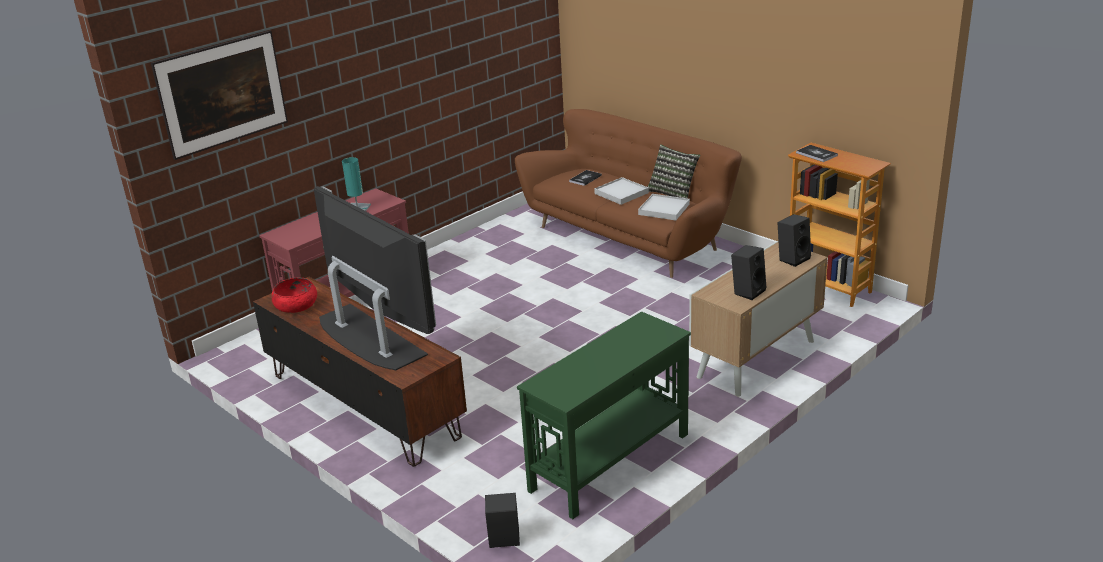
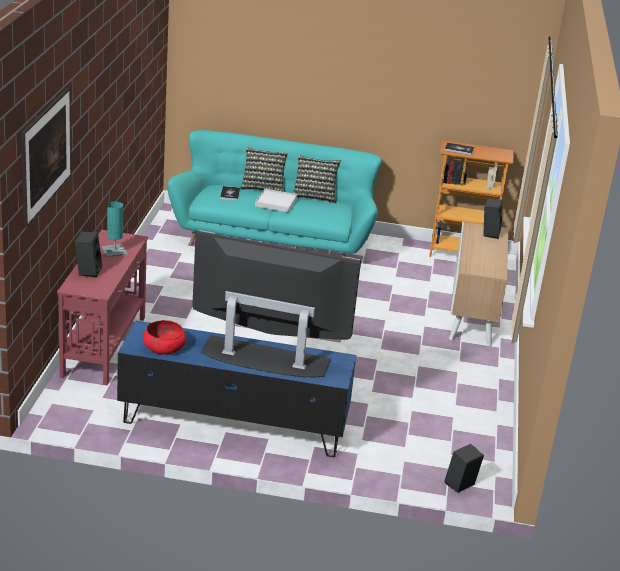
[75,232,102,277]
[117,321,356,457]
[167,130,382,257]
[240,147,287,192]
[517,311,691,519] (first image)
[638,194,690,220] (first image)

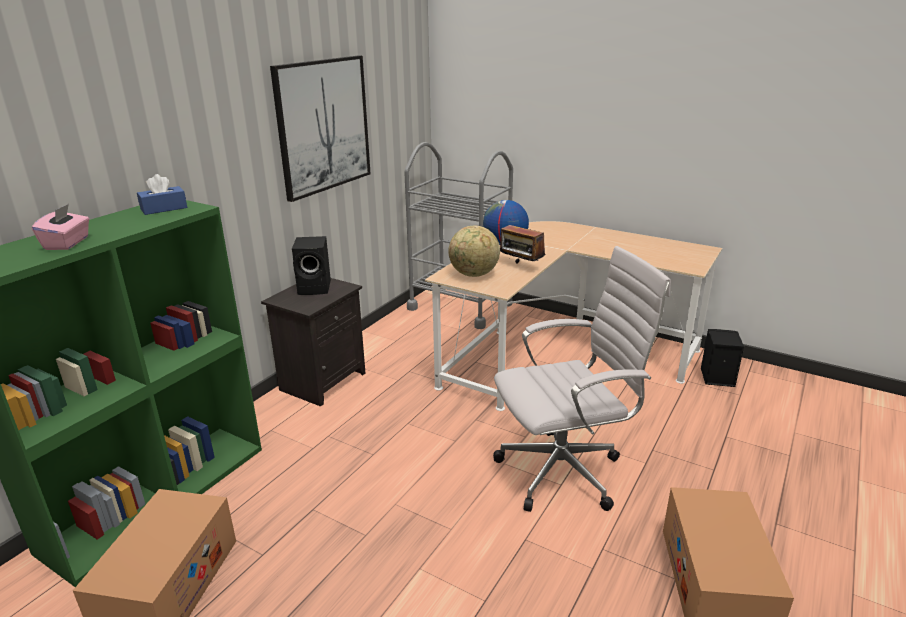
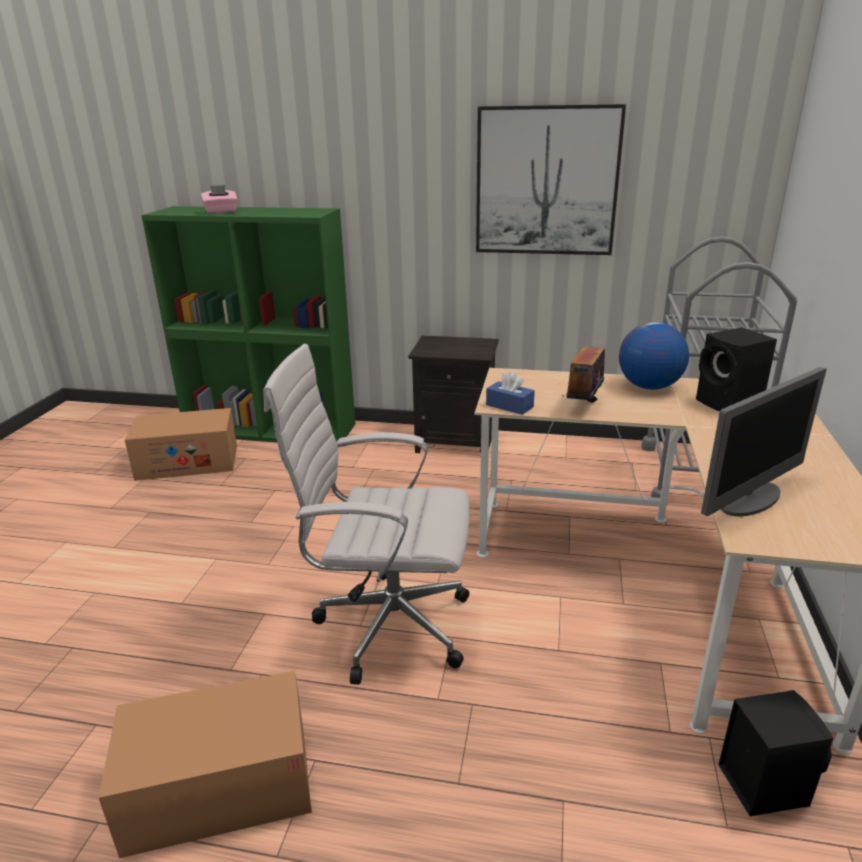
[263,344,470,685]
[486,372,535,415]
[696,327,777,412]
[701,367,827,516]
[449,226,500,277] (first image)

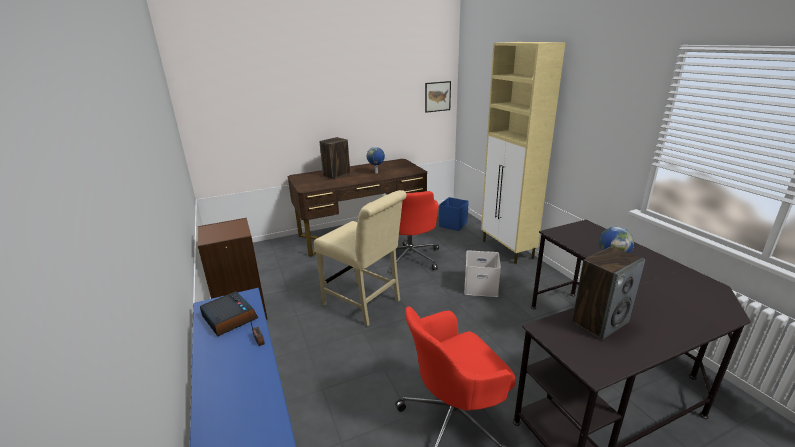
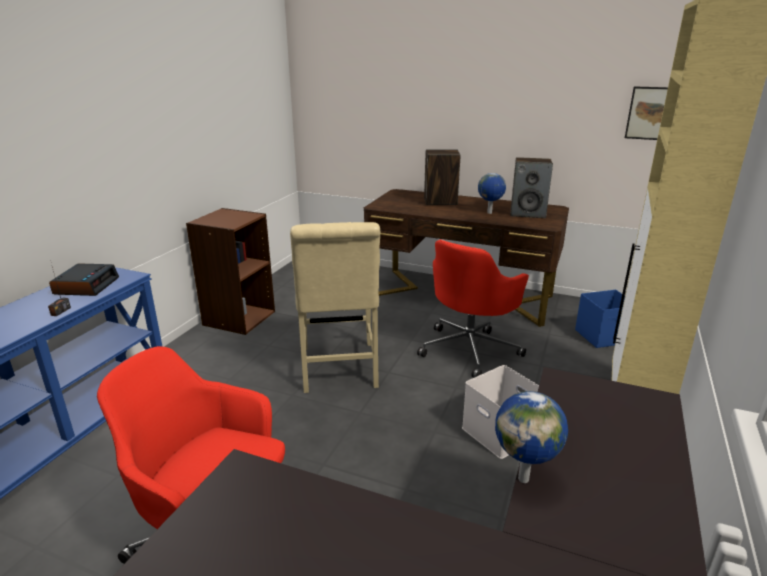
[510,157,553,218]

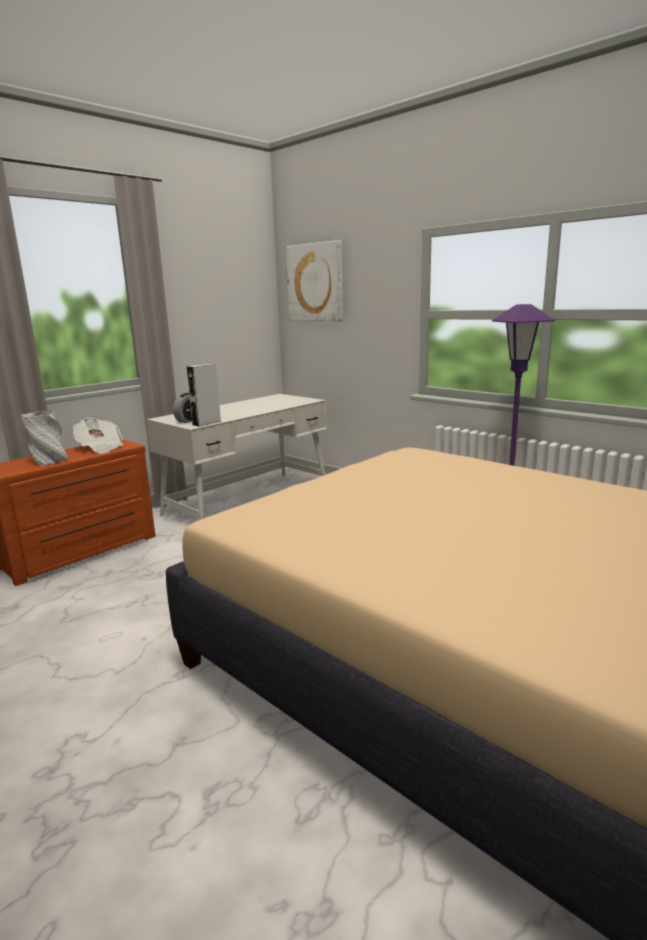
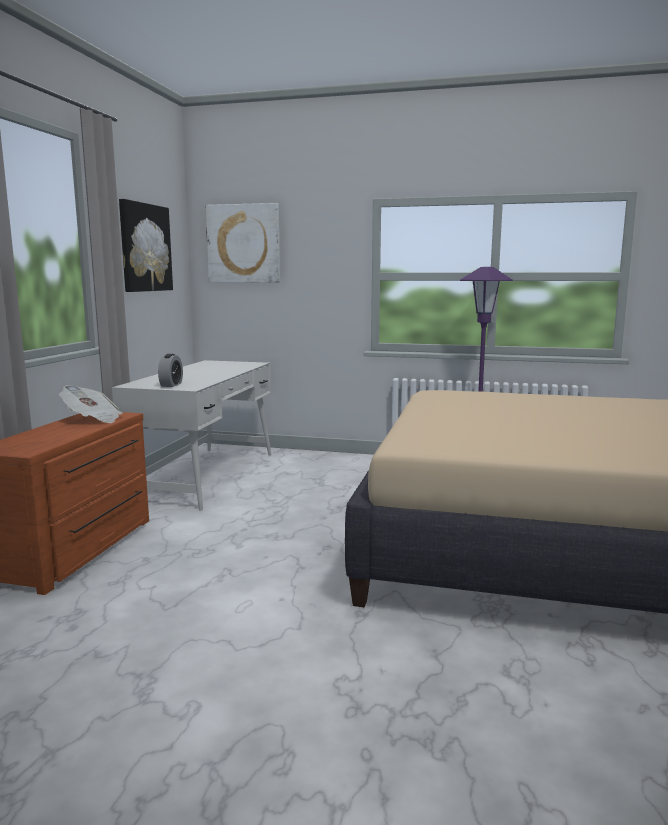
[119,199,173,292]
[21,411,69,466] (first image)
[187,363,221,427] (first image)

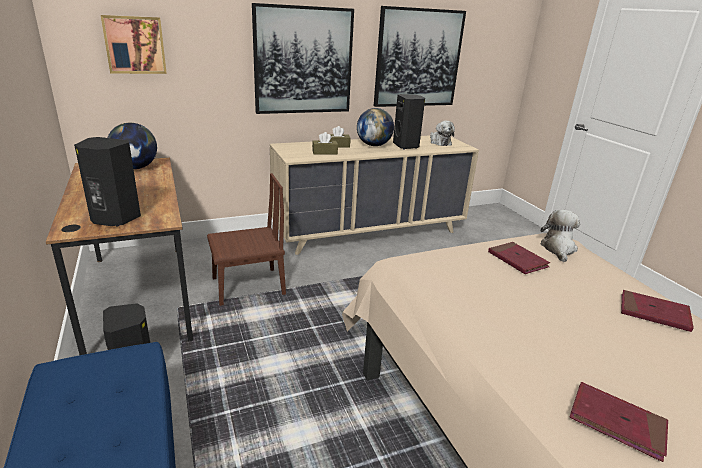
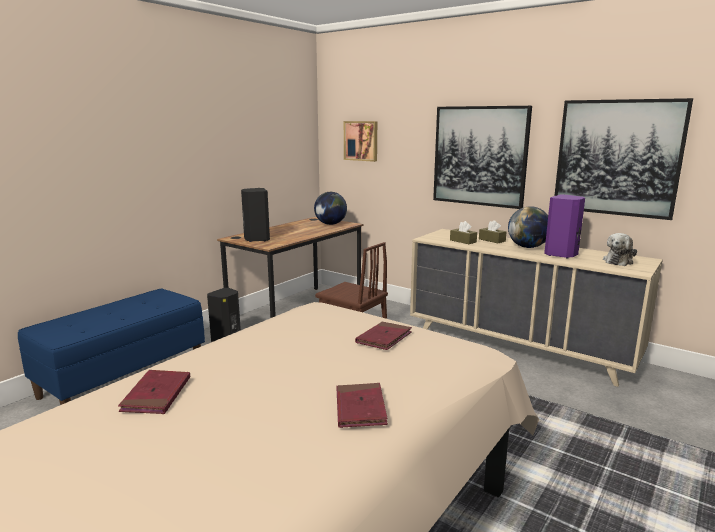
[544,195,585,258]
[541,210,580,262] (first image)

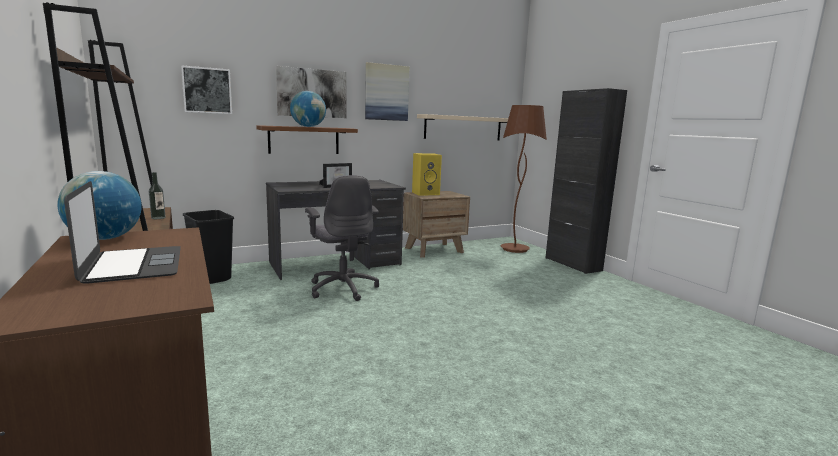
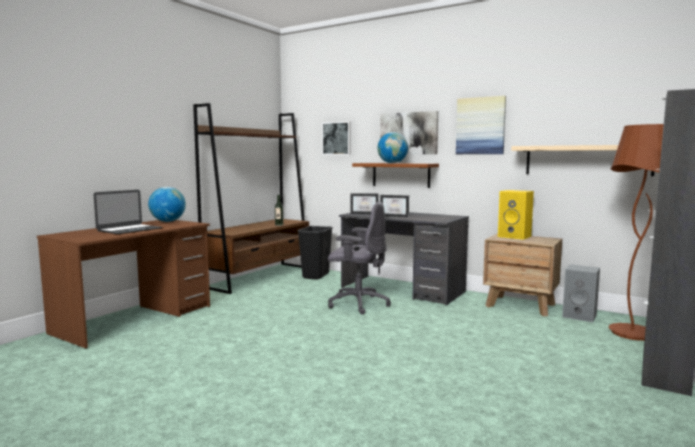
[328,201,391,315]
[351,193,379,214]
[562,264,600,322]

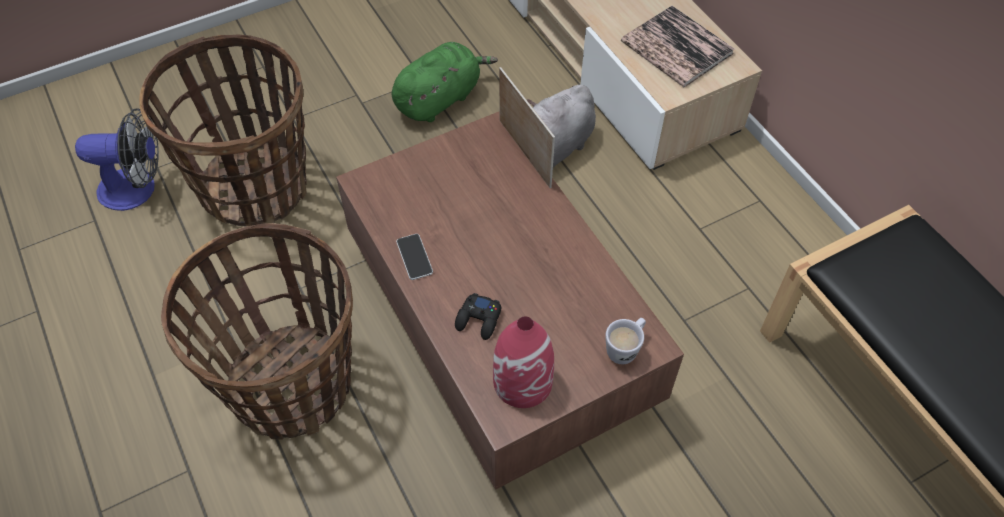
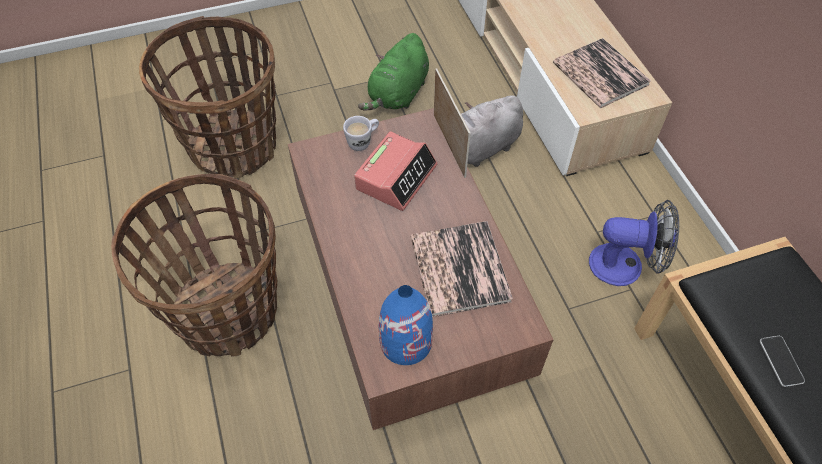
[343,116,379,151]
[354,132,437,211]
[358,33,429,111]
[379,285,433,365]
[411,221,513,317]
[589,200,679,286]
[760,336,805,387]
[455,293,501,340] (first image)

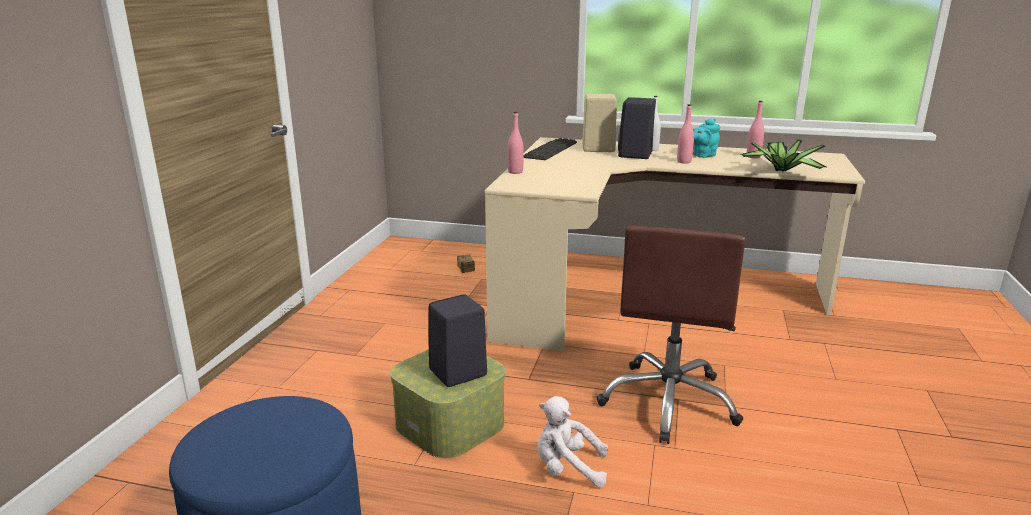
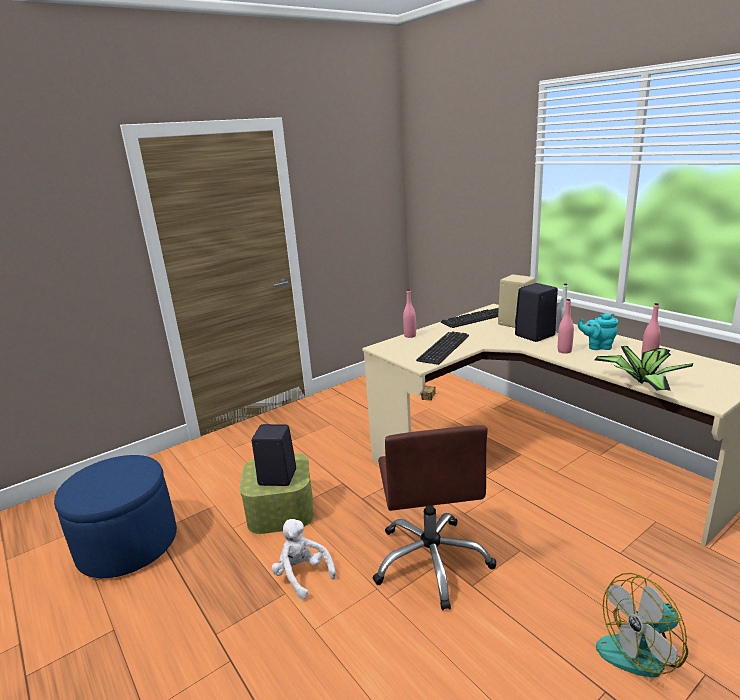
[373,425,496,610]
[416,331,469,365]
[596,573,688,678]

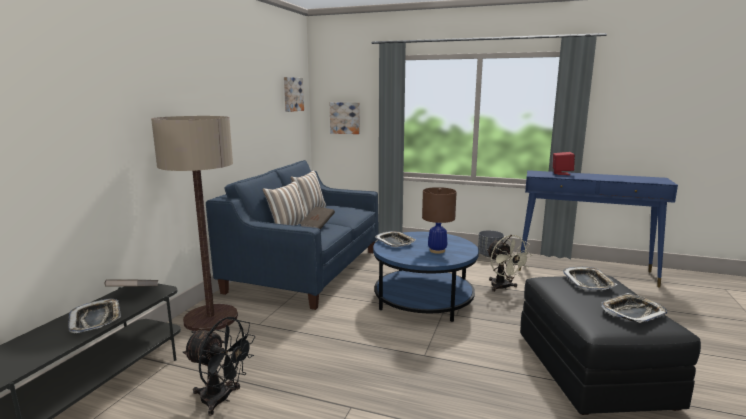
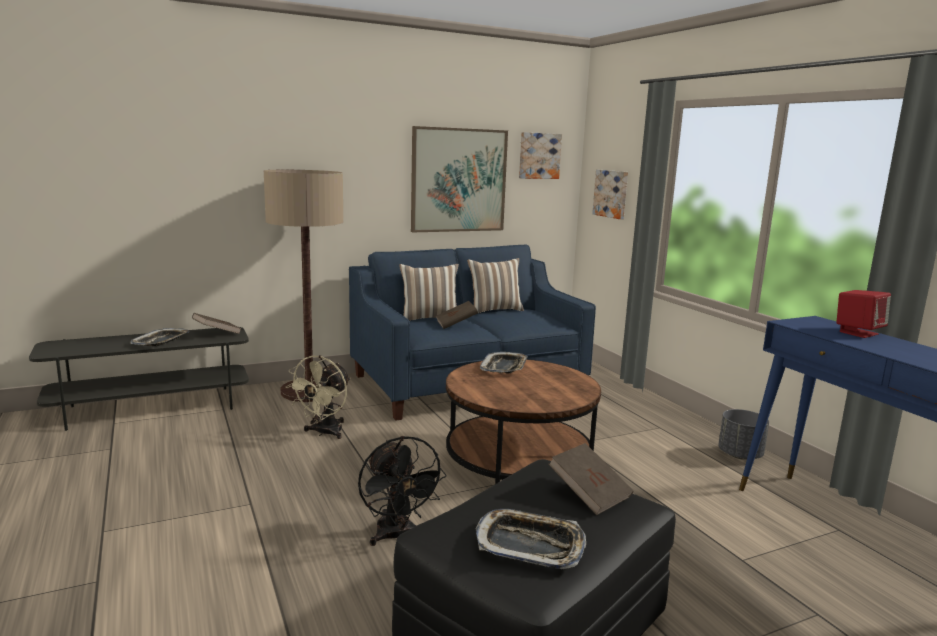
[286,355,350,439]
[358,436,447,546]
[411,126,508,232]
[446,360,601,484]
[548,443,634,515]
[422,187,457,254] (first image)

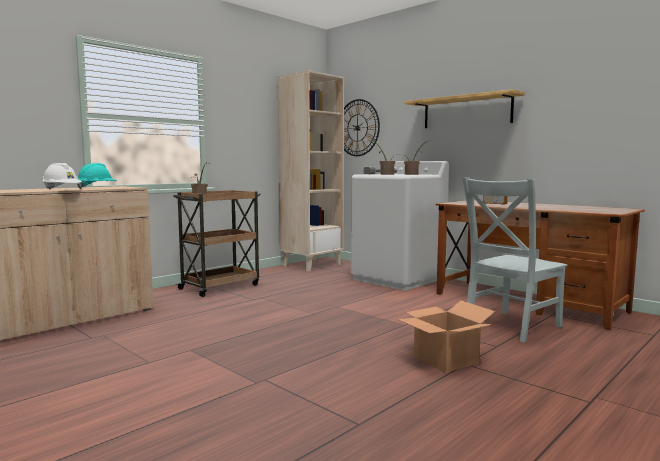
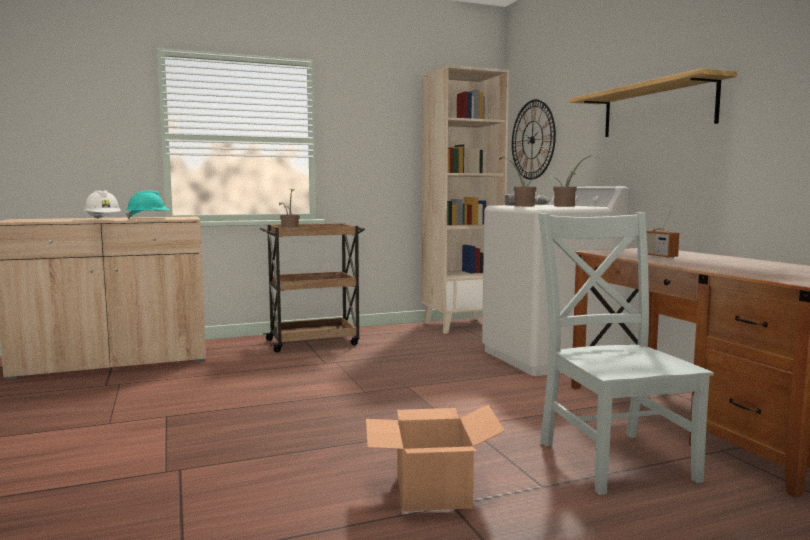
[538,212,714,495]

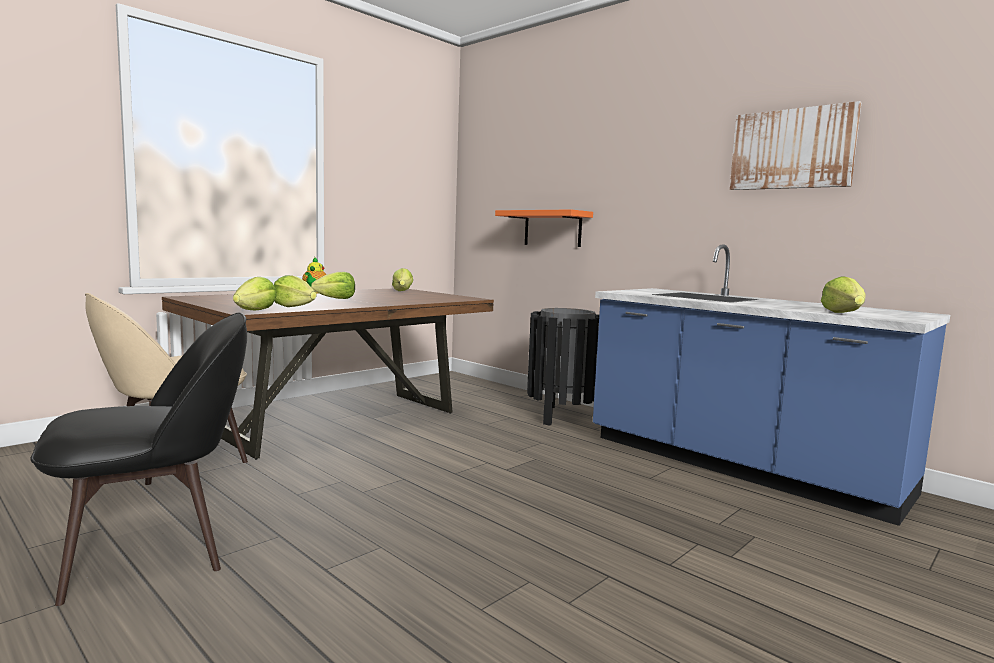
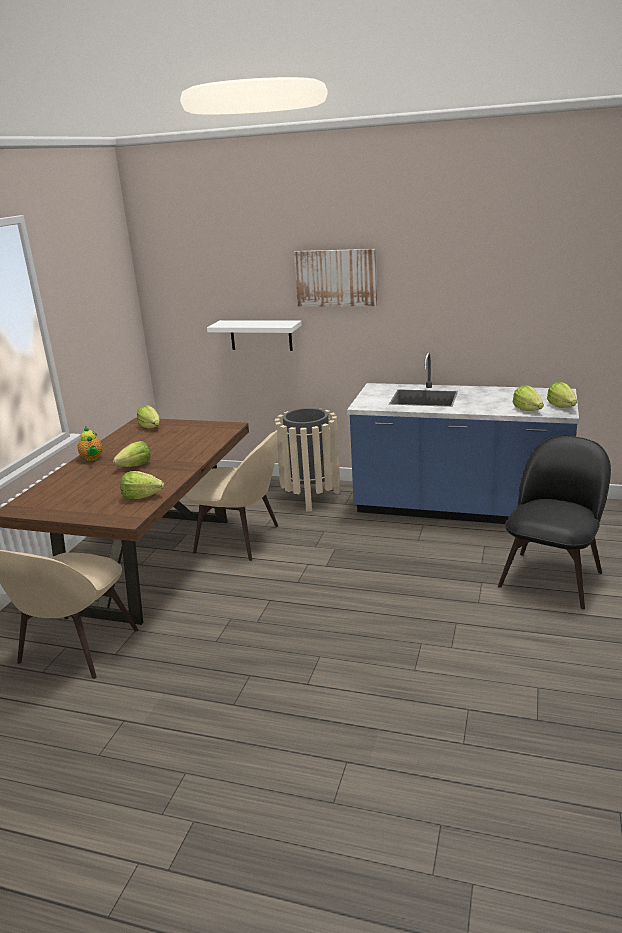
[186,430,278,561]
[207,320,302,351]
[275,408,340,511]
[294,249,377,307]
[498,436,611,609]
[547,382,577,408]

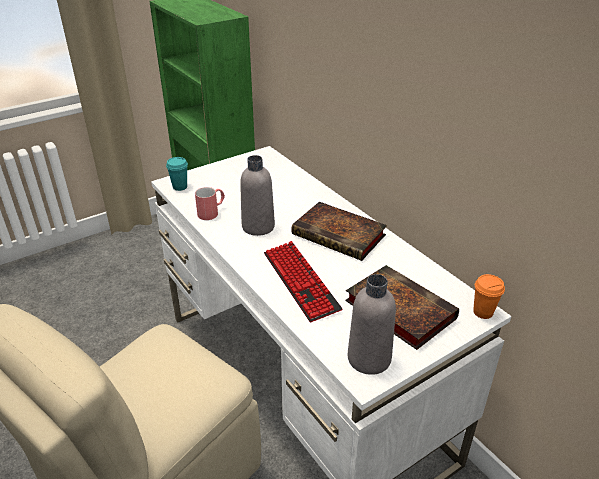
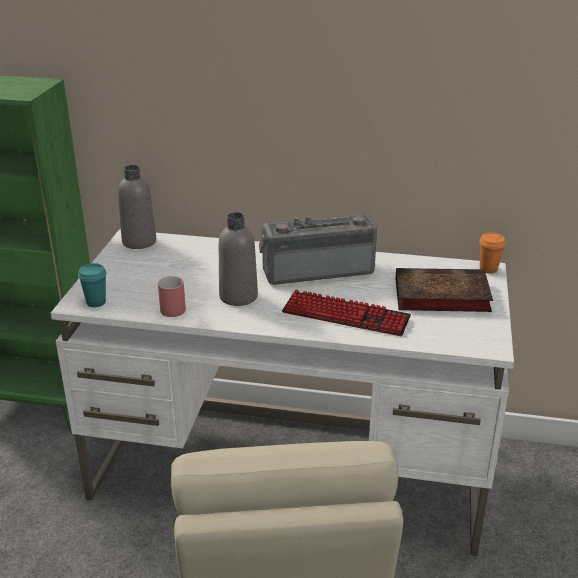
[118,165,156,249]
[259,214,377,285]

